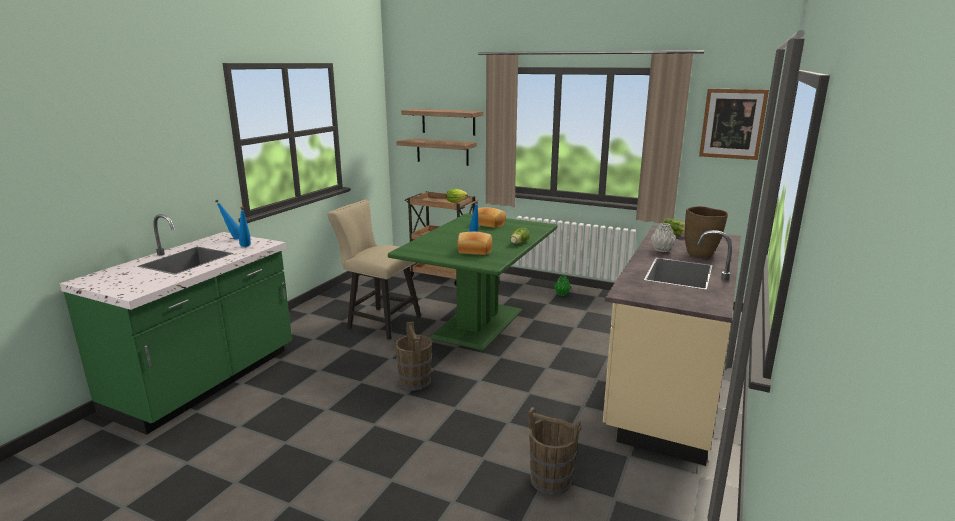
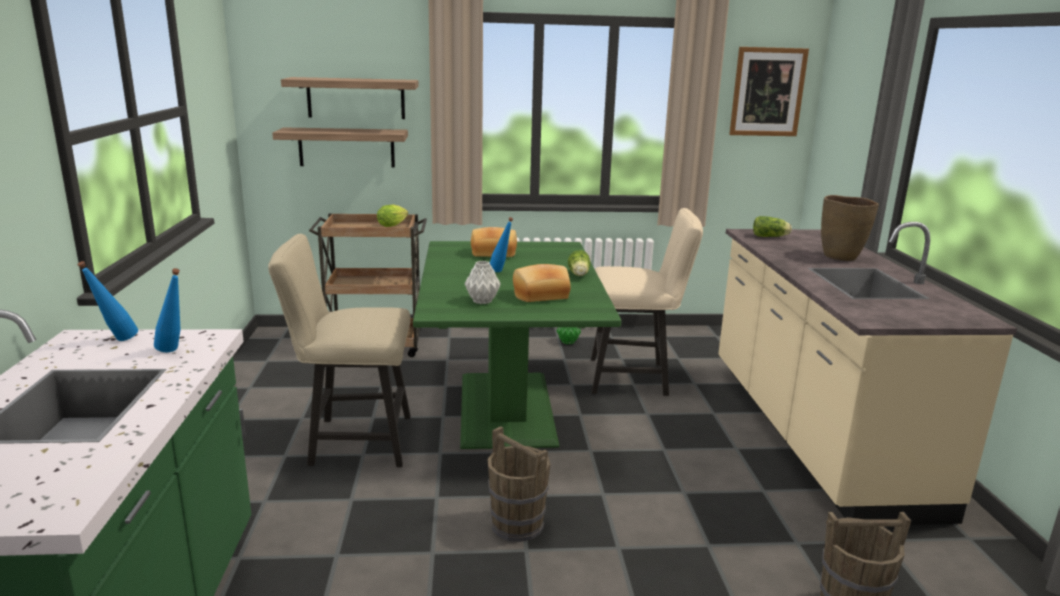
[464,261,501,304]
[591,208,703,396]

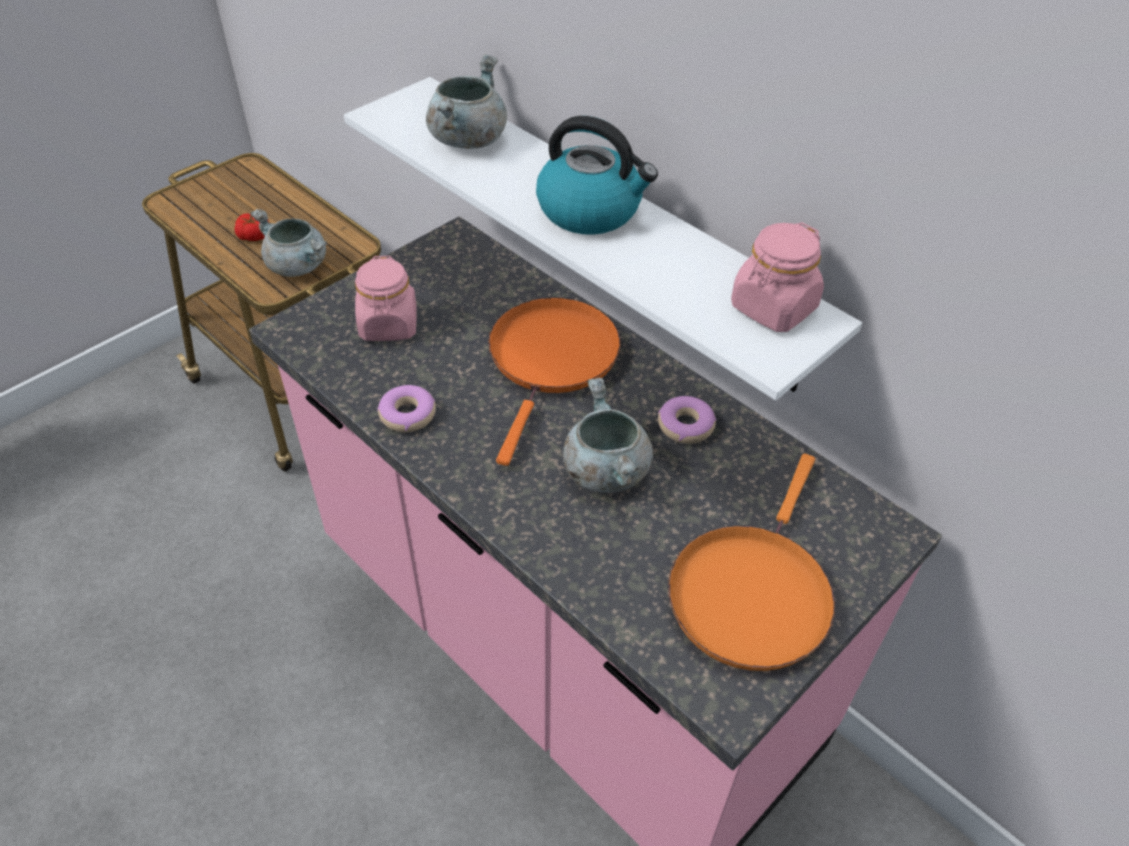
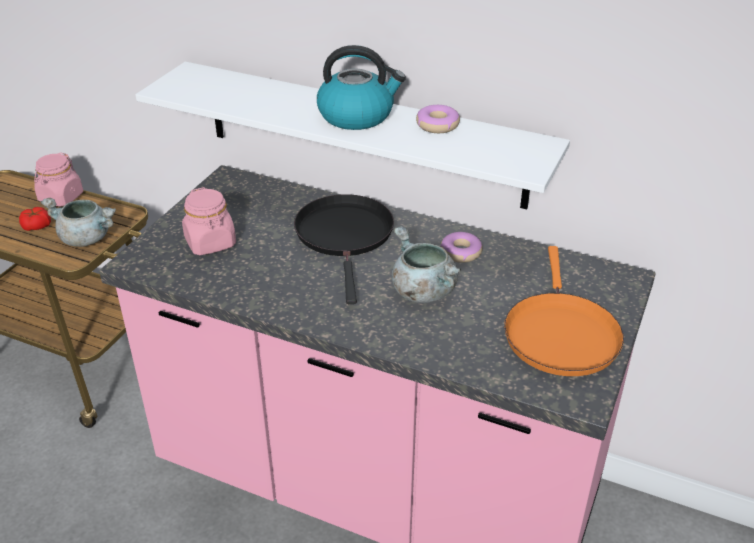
[34,152,83,207]
[294,194,394,304]
[416,105,460,133]
[426,54,507,149] (first image)

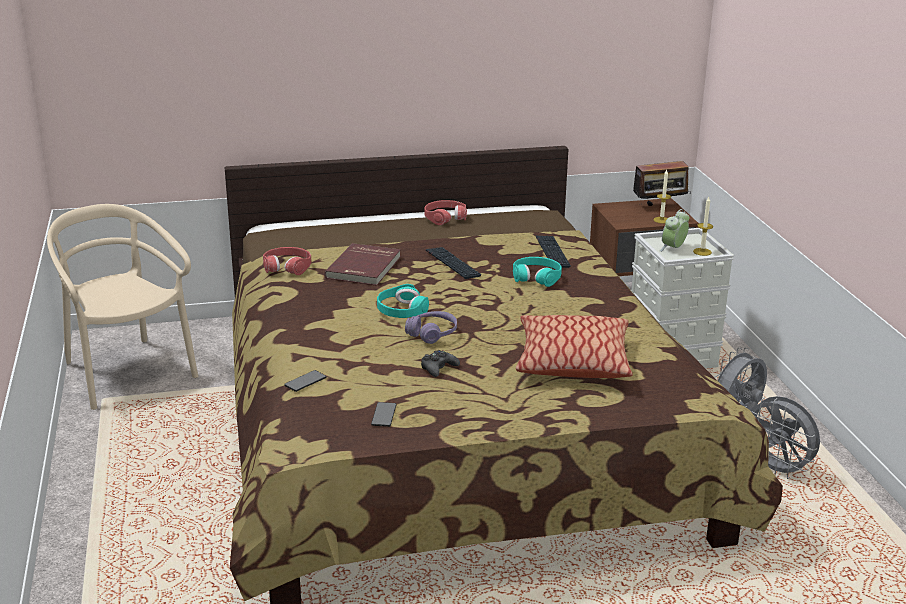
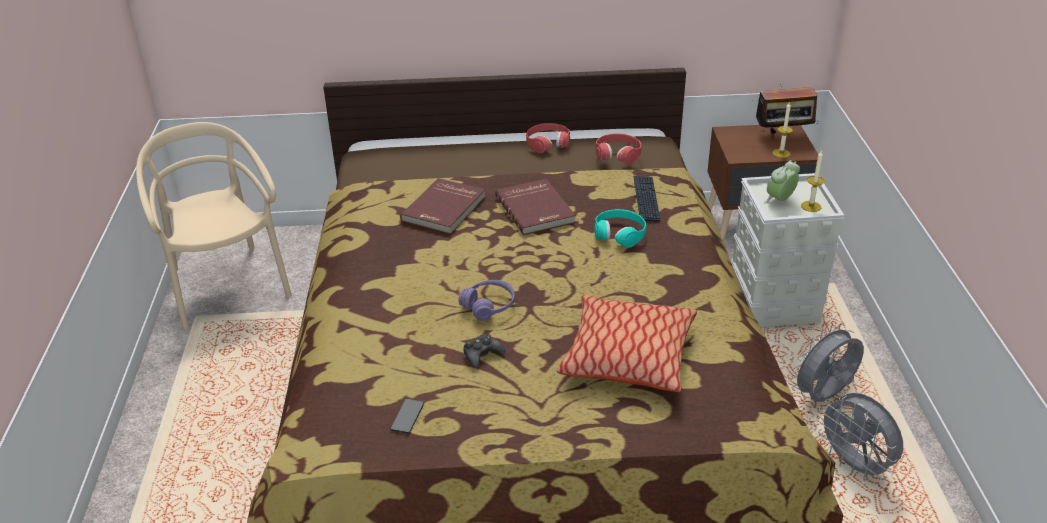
[495,179,576,235]
[595,133,642,164]
[284,370,326,392] (first image)
[377,284,429,318] (first image)

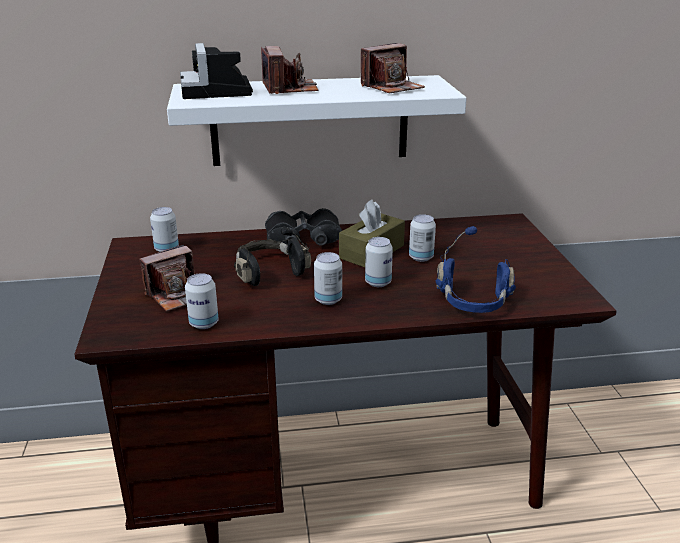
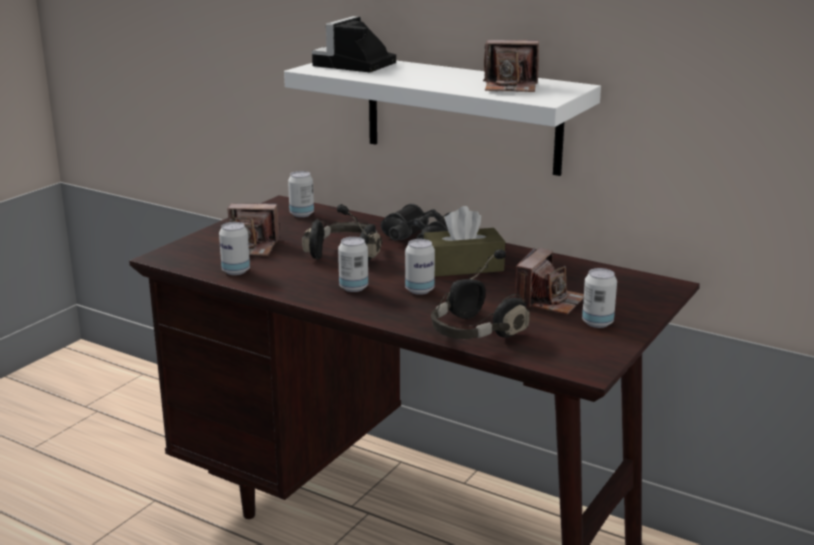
[431,249,530,339]
[515,248,584,315]
[582,268,617,328]

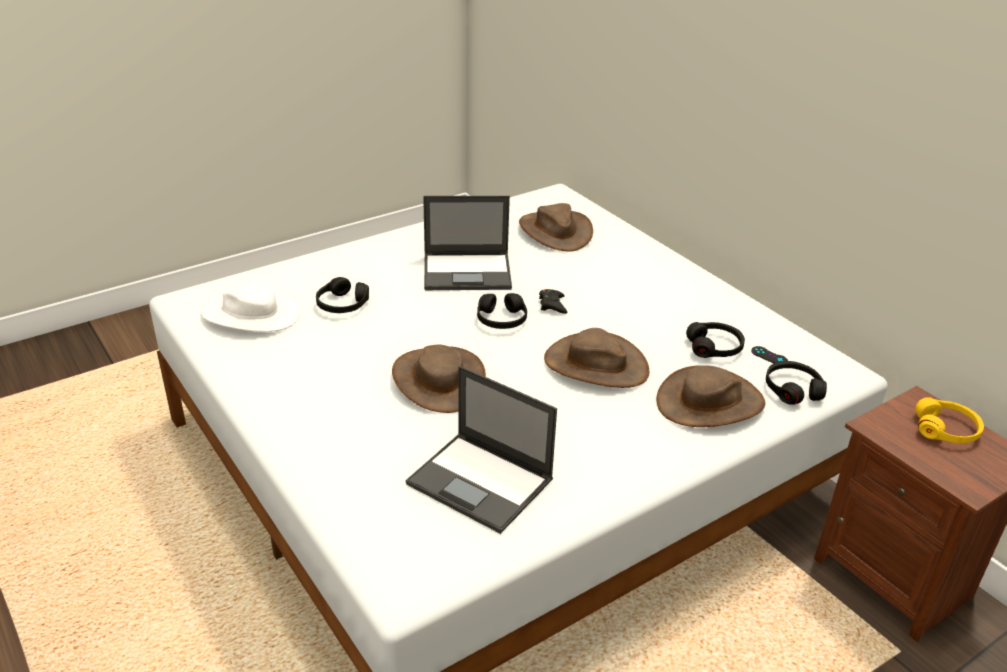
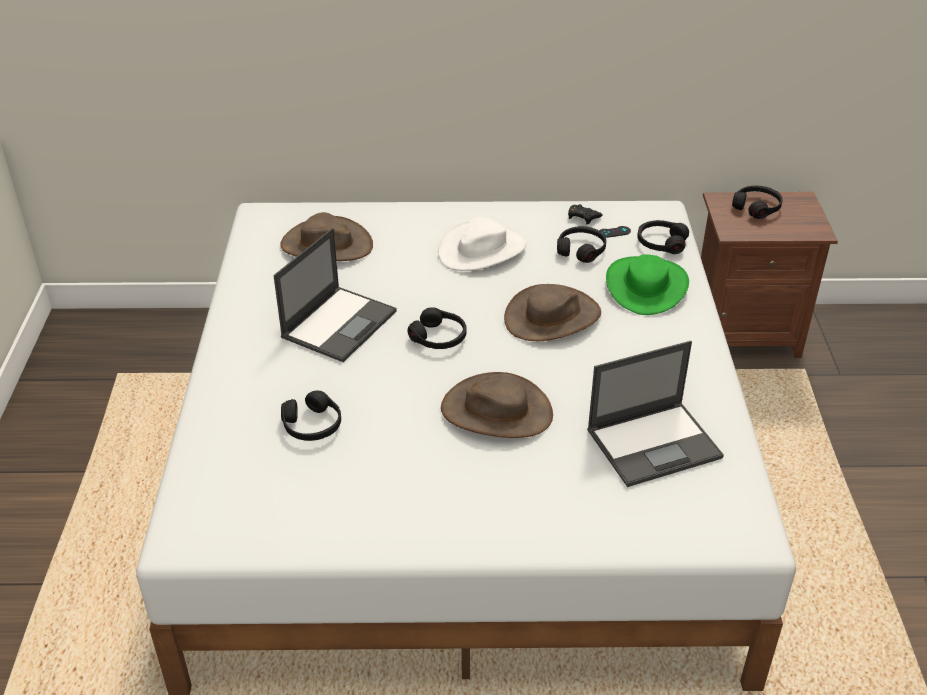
[438,217,526,271]
[568,204,603,225]
[606,254,689,315]
[732,186,783,219]

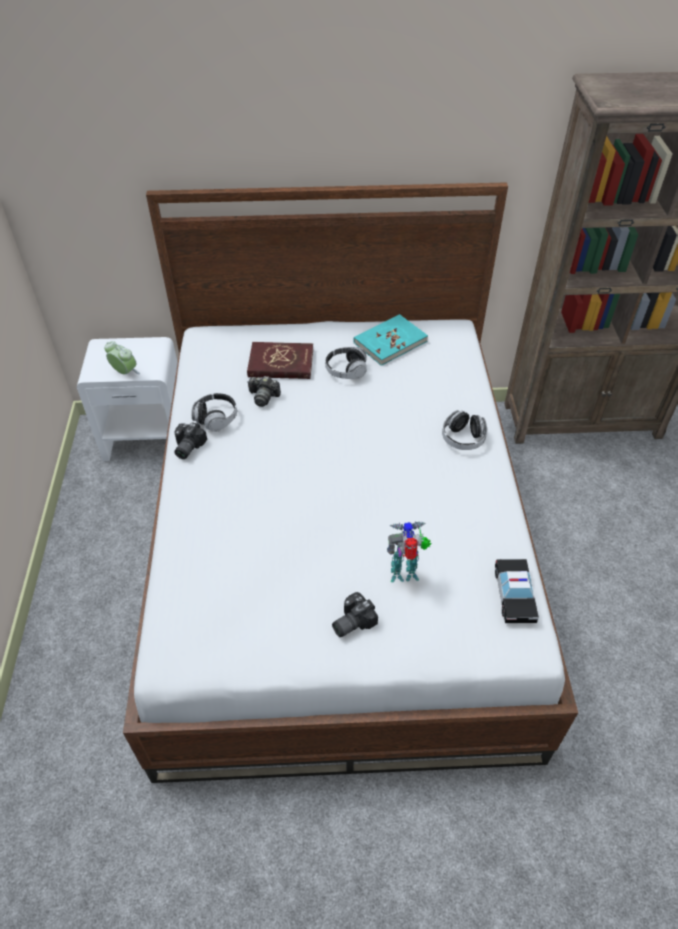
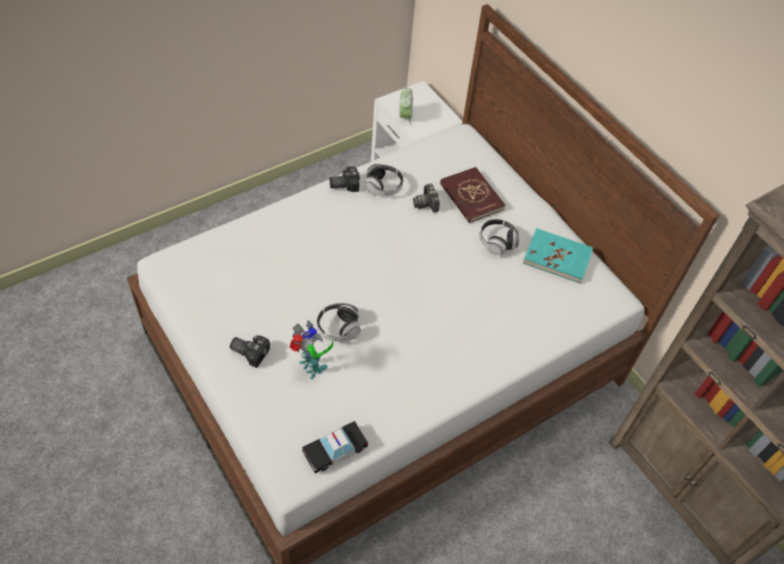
[317,303,361,342]

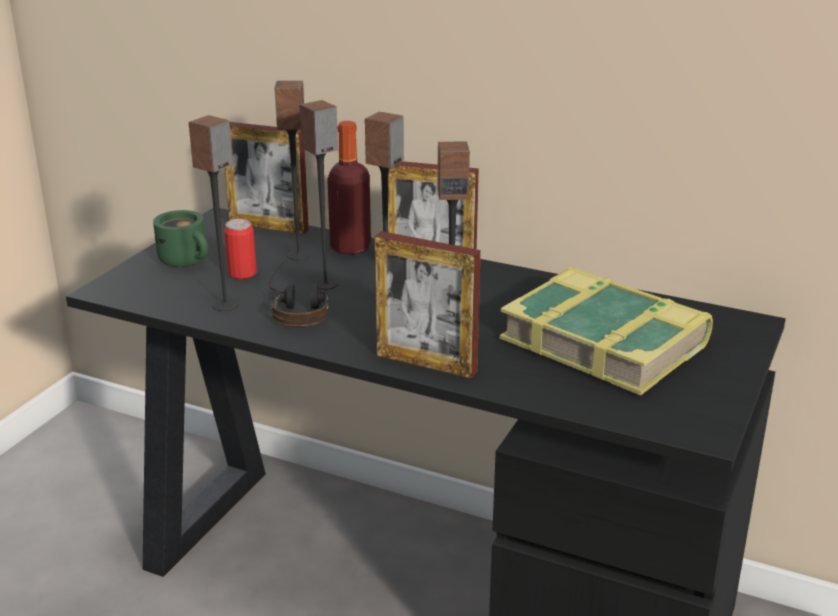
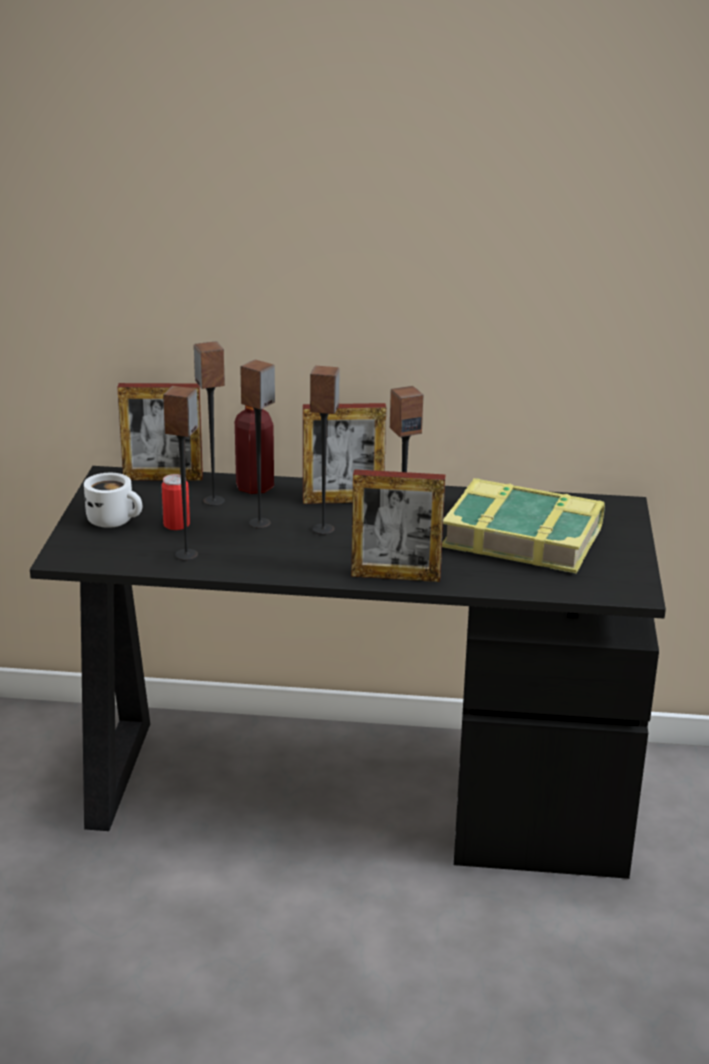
[84,473,142,528]
[269,261,328,326] (first image)

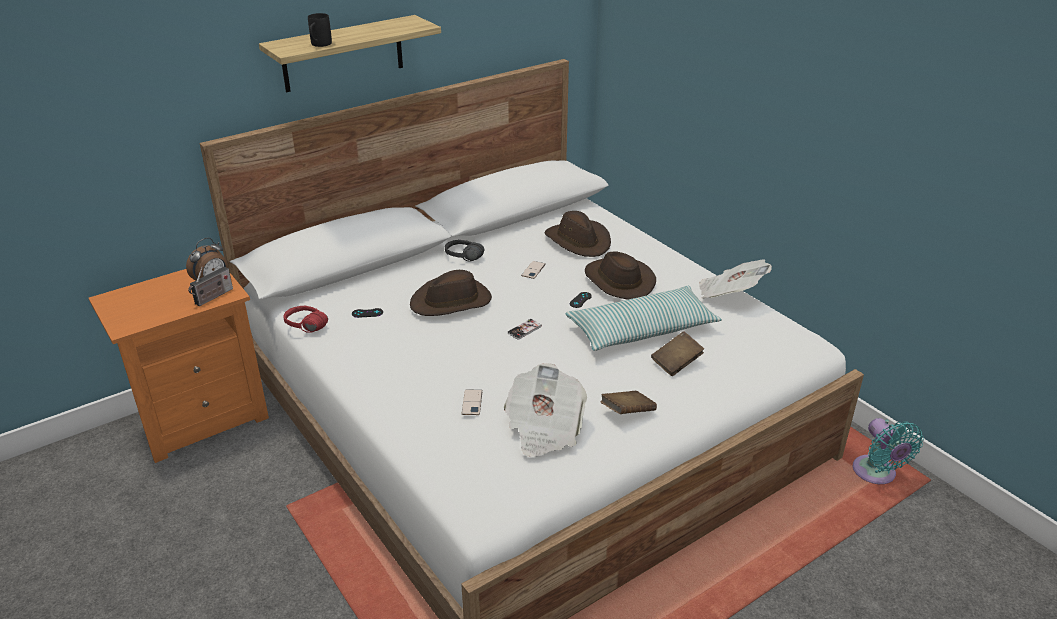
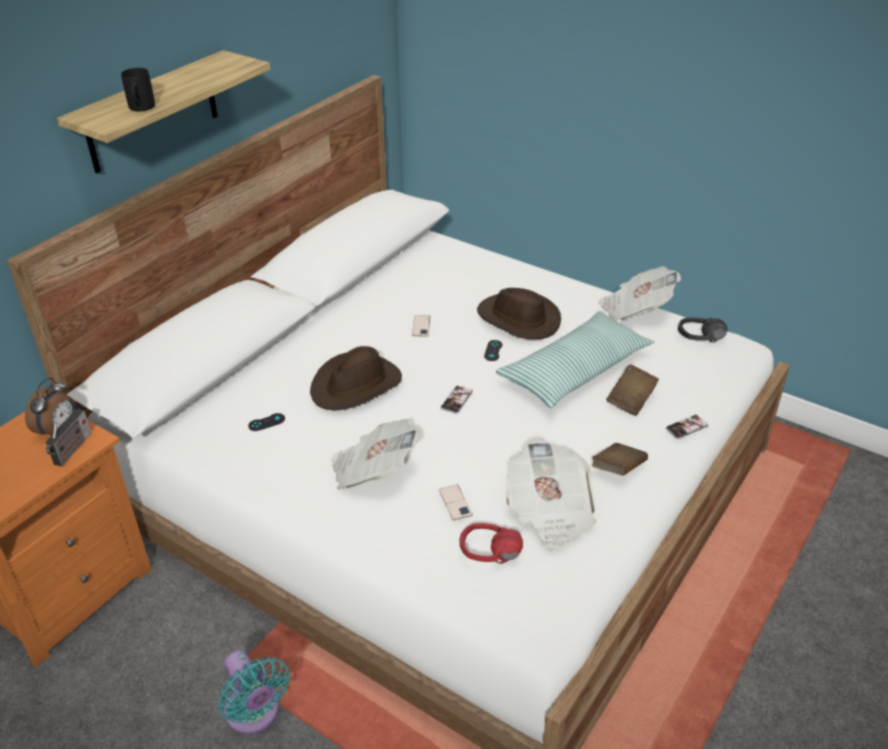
[218,650,290,734]
[331,419,419,490]
[460,523,523,564]
[666,414,708,439]
[678,317,728,343]
[545,211,611,257] (first image)

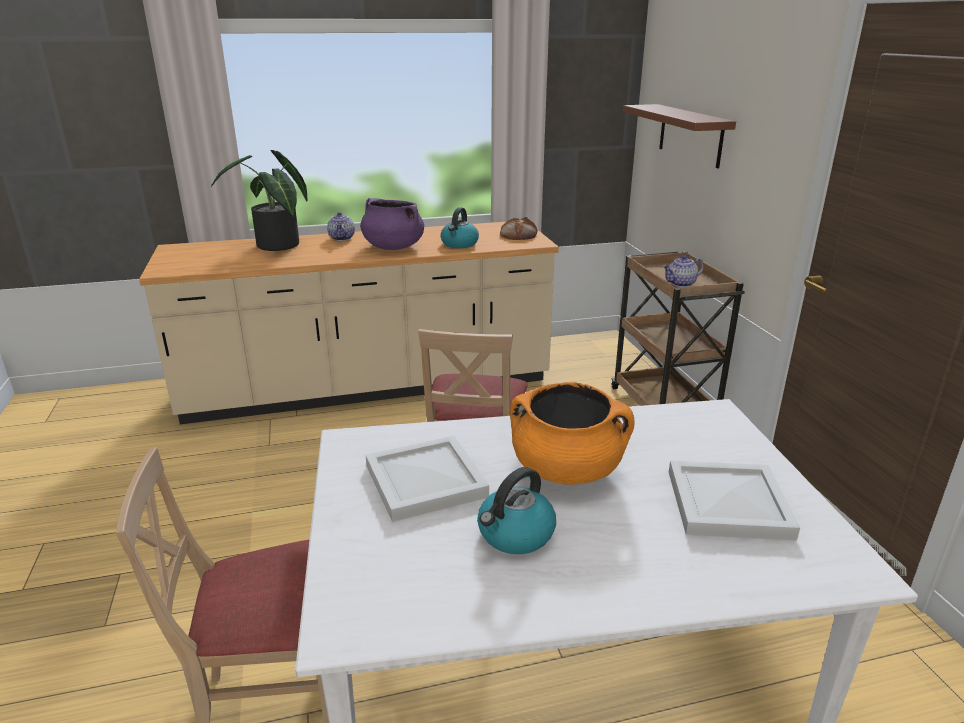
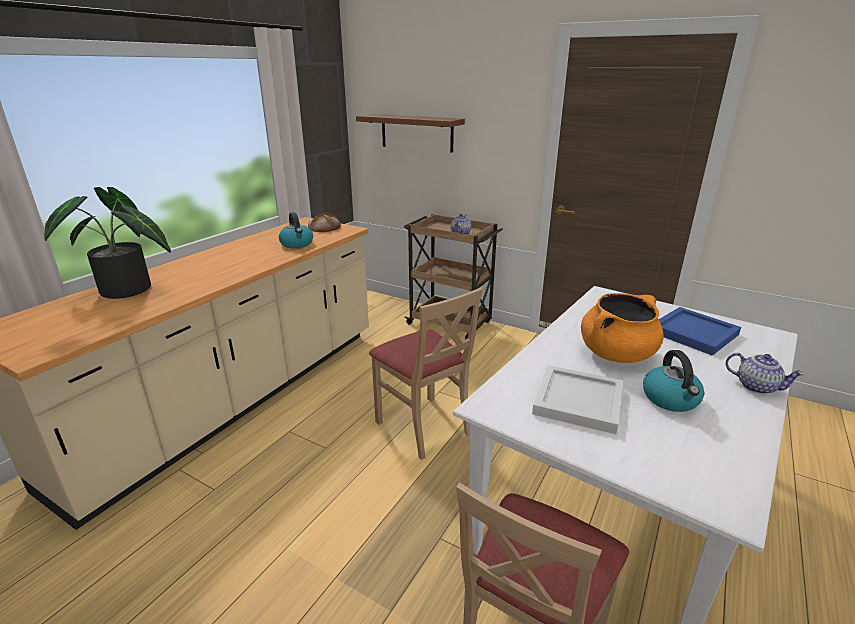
[659,307,741,356]
[726,353,805,394]
[360,198,424,250] (first image)

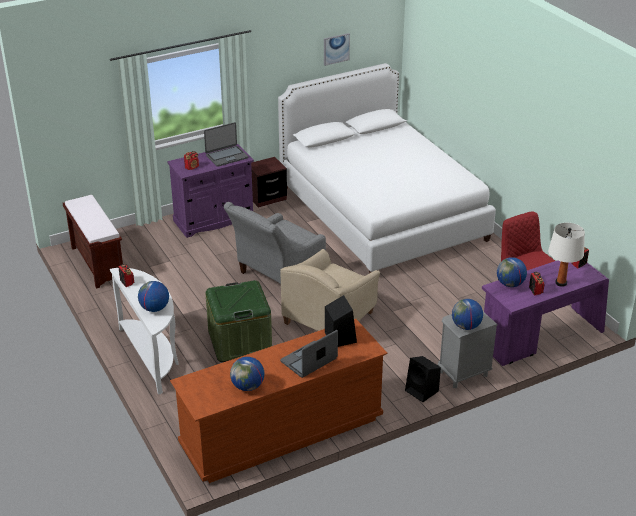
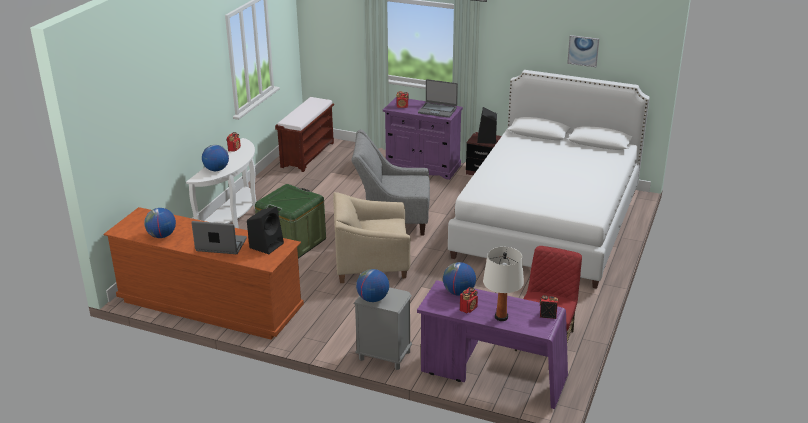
[477,107,497,144]

